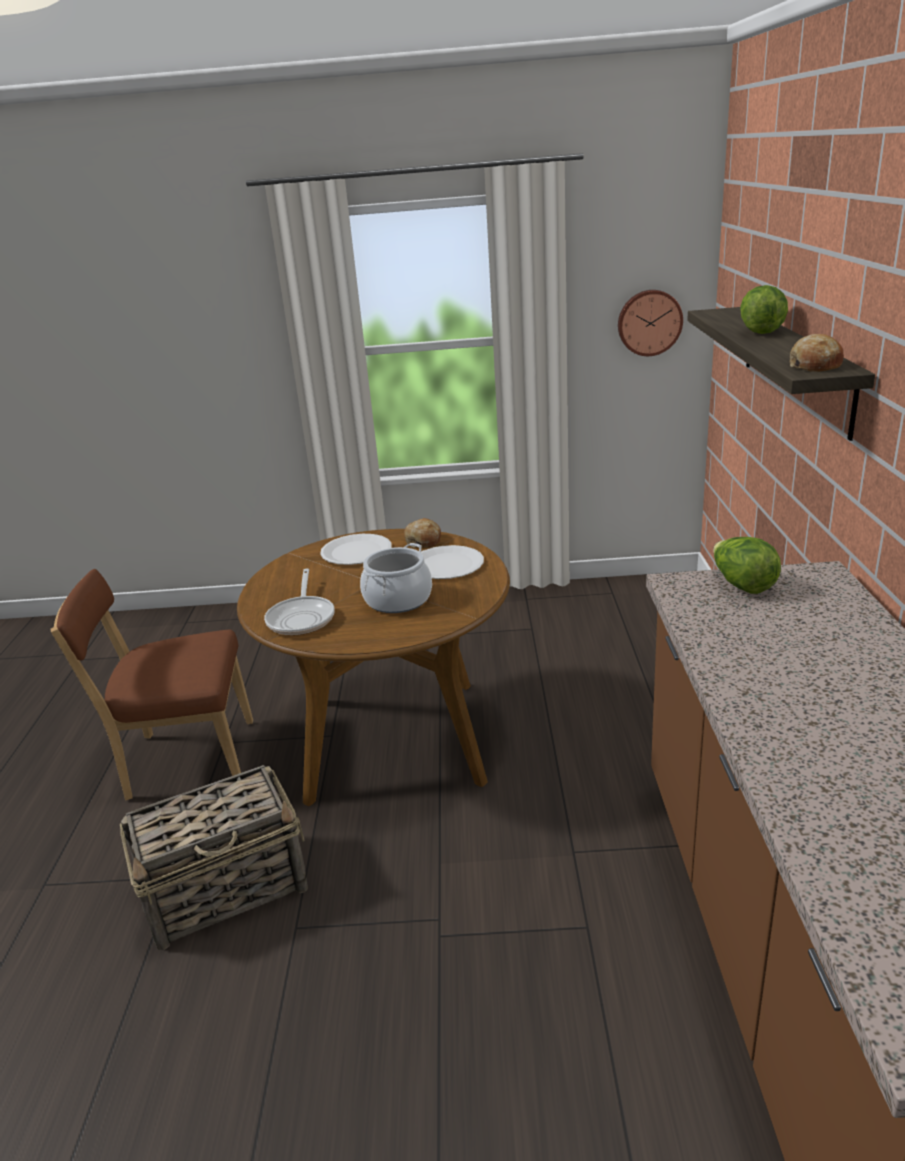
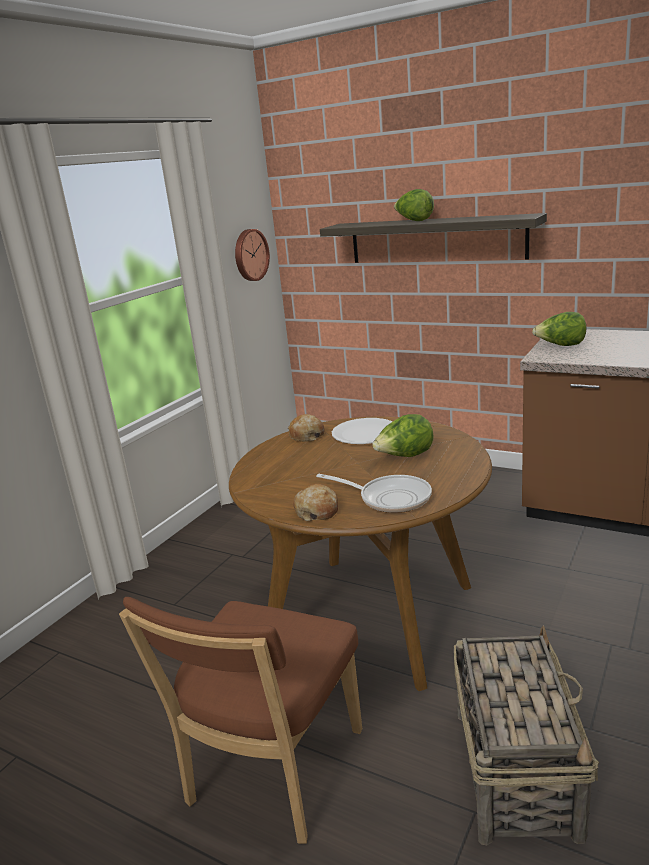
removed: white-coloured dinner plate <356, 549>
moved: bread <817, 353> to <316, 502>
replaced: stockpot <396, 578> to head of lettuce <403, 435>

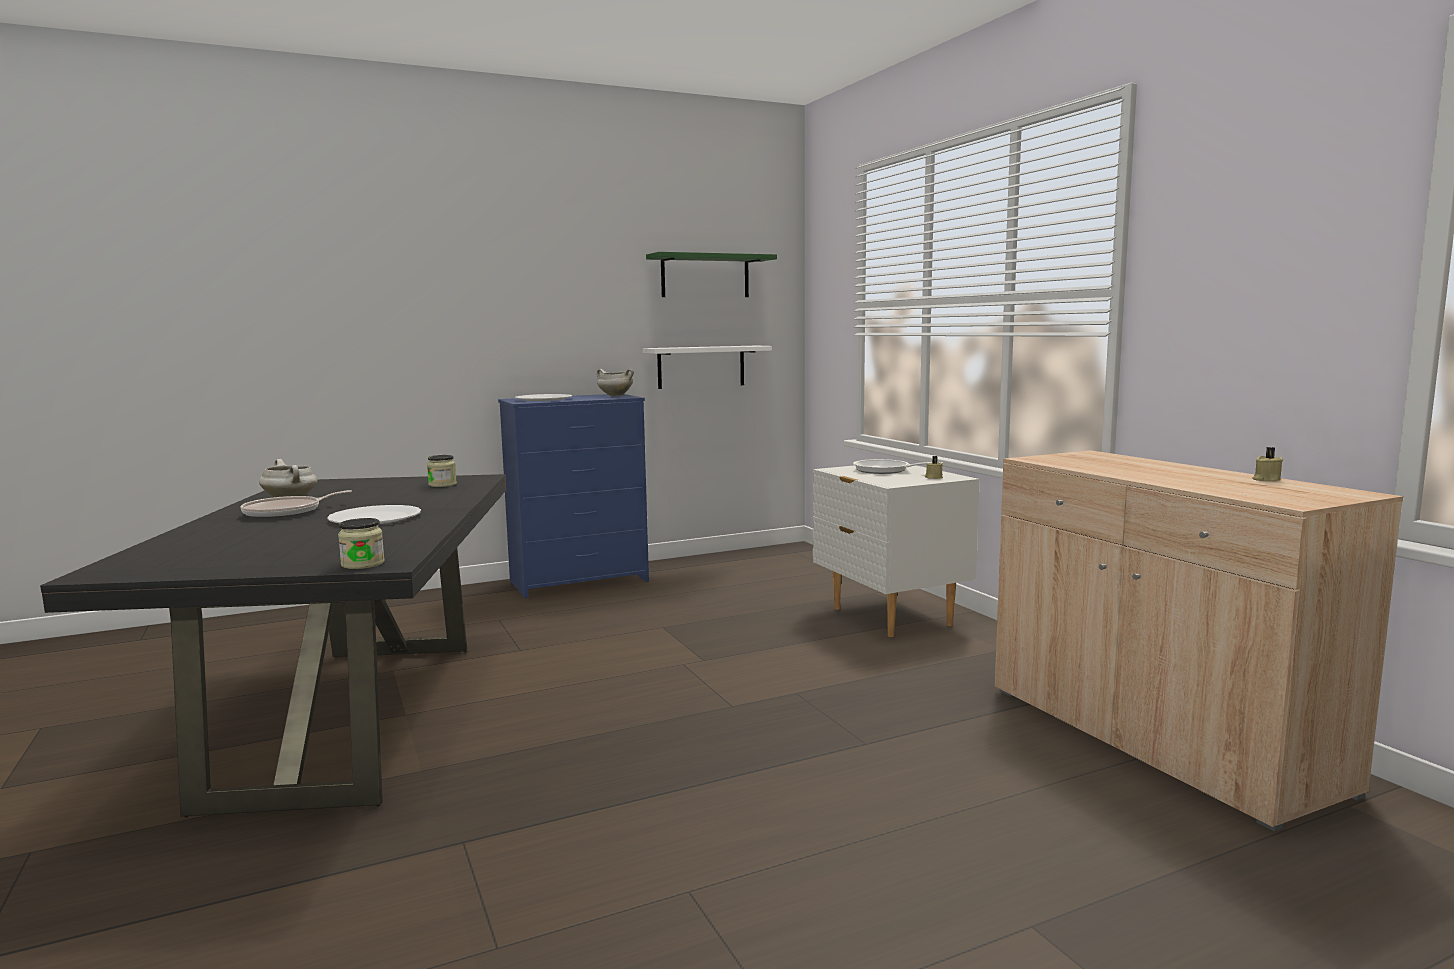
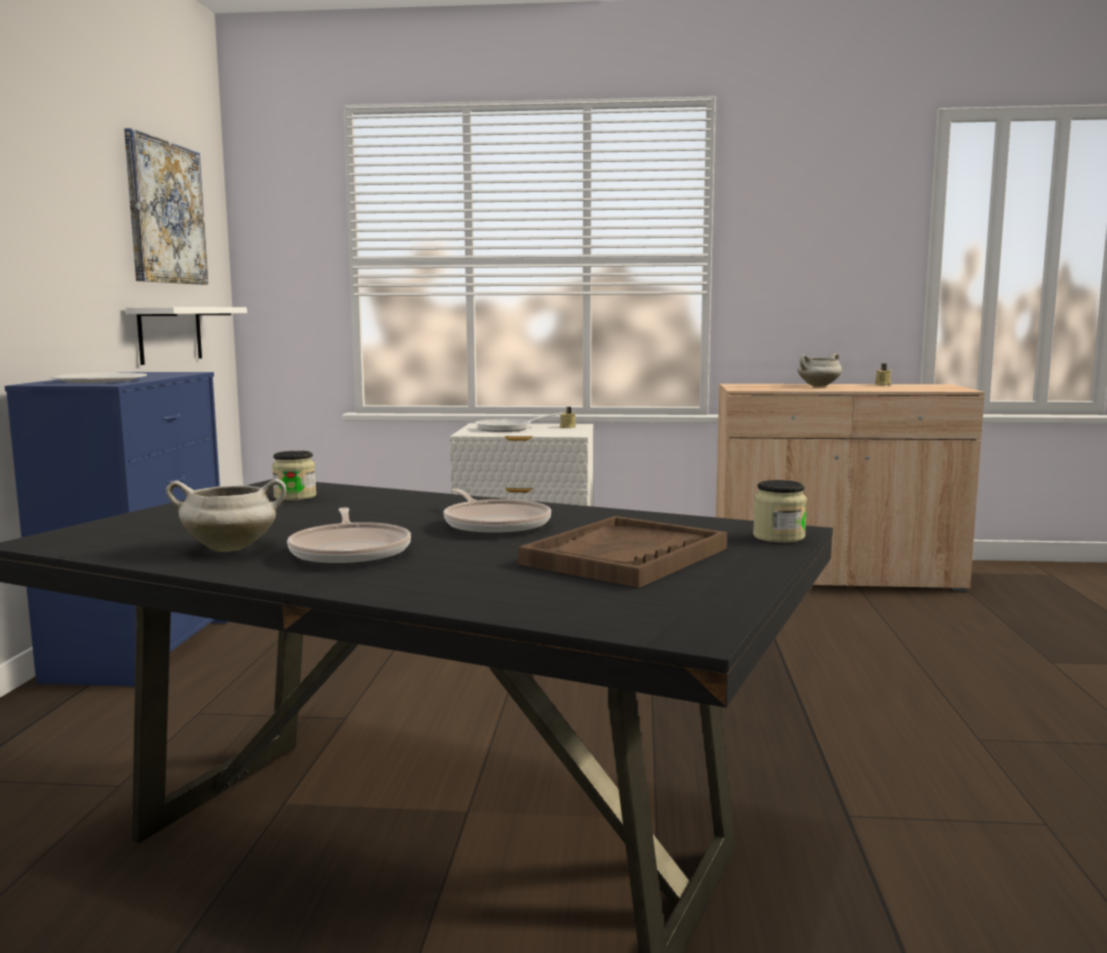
added: brown-coloured tray <622, 552>
moved: white-coloured stockpot <615, 382> to <820, 370>
replaced: white-coloured dinner plate <374, 514> to skillet <497, 512>; greenish bracket shelf <711, 274> to picture <166, 206>

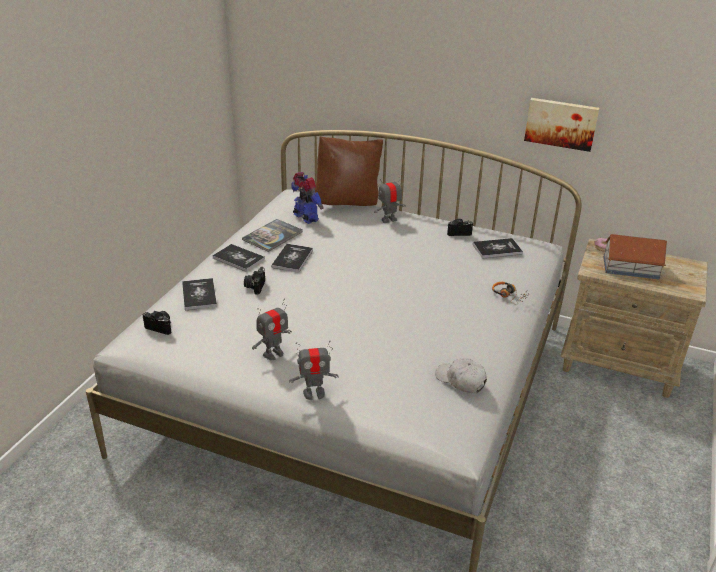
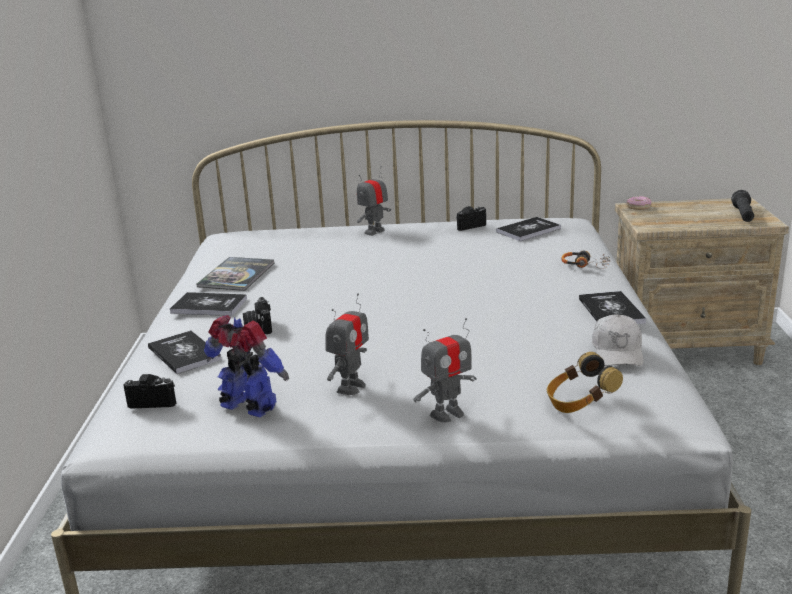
removed: brown-coloured pillow <349, 171>; picture <561, 125>; model house <635, 256>
added: pair of headphones <585, 382>; black torch <742, 206>
moved: volume <292, 258> to <612, 307>; toy robot <307, 198> to <246, 366>
turned: white-coloured baseball cap <461, 376> = <617, 340> 105 degrees counterclockwise

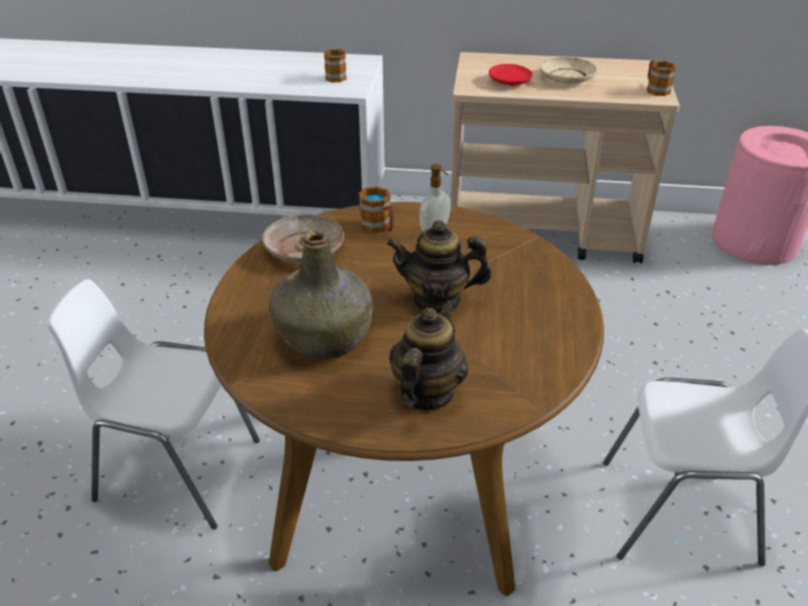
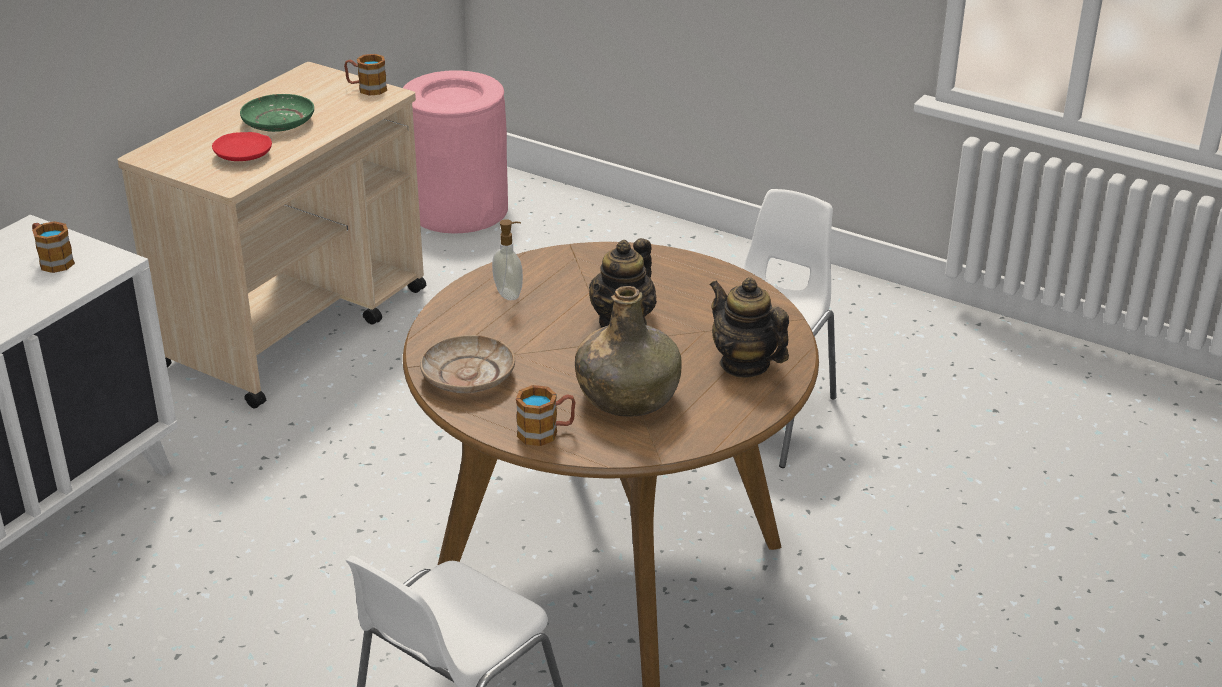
moved: mug <376, 209> to <545, 415>
recoloured: sand-coloured dinner plate <568, 70> to greenish dinner plate <277, 113>

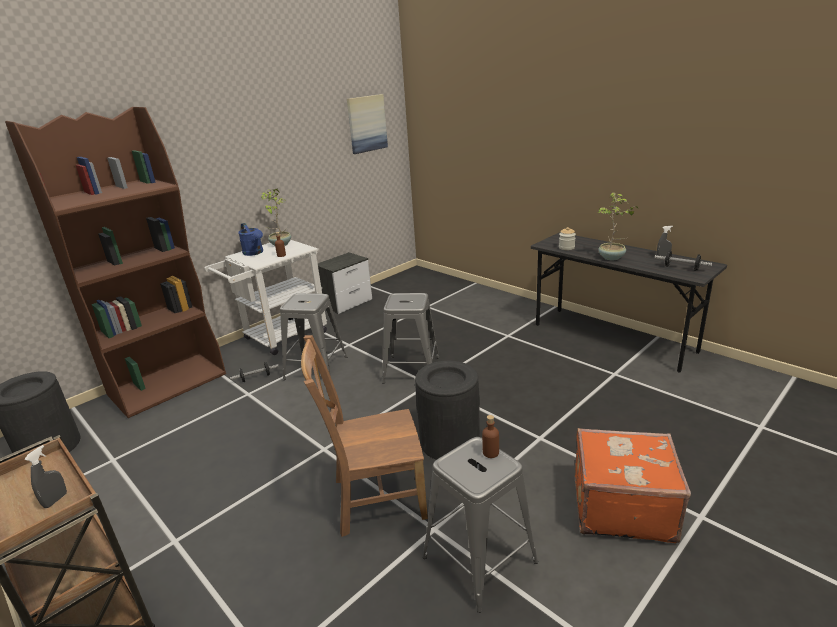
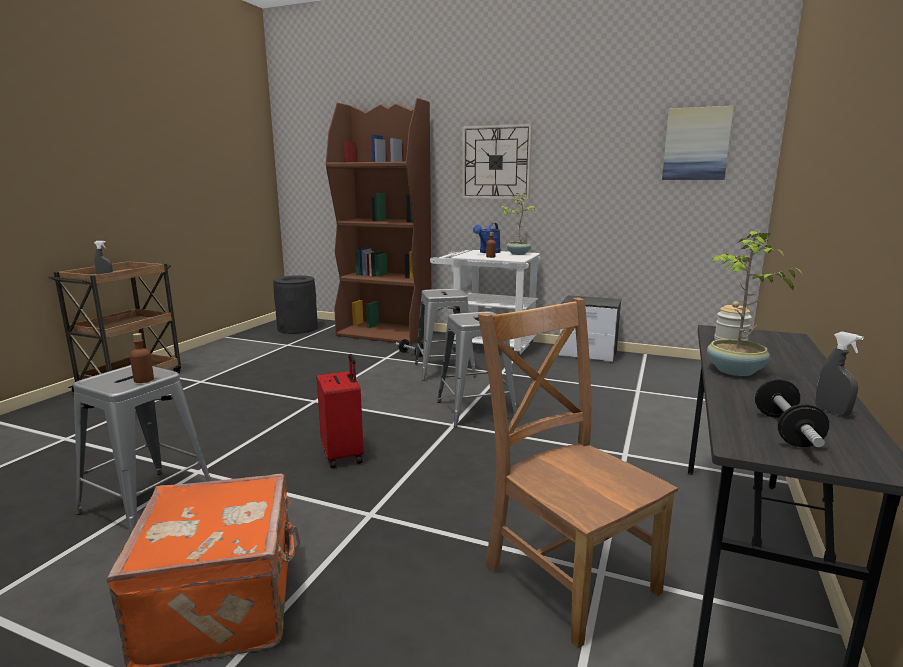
added: clock on the wall <497, 161>
moved: brown-coloured chair <364, 436> to <578, 472>
replaced: black waste bin <447, 410> to red-coloured travel case <340, 411>

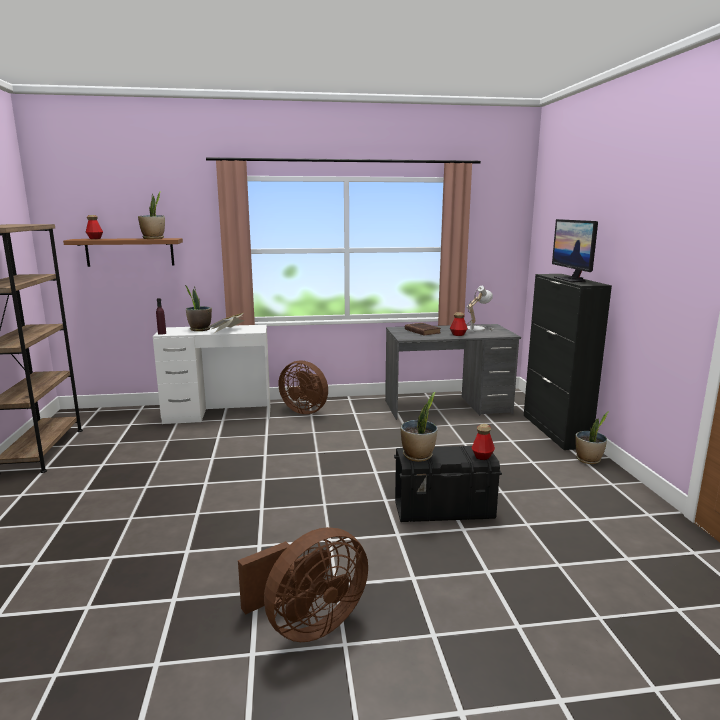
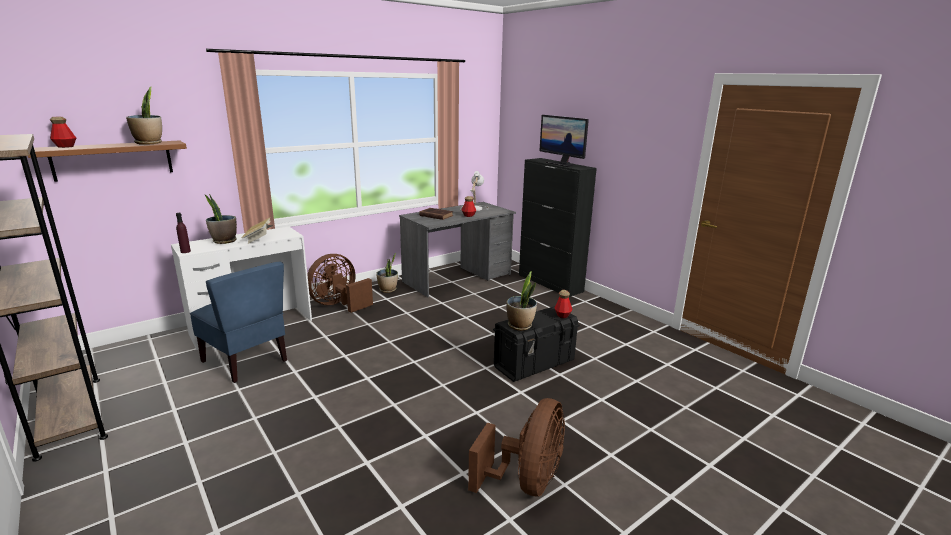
added: blue-coloured chair <238, 322>
moved: plant in a pot <592, 437> to <387, 273>
turned: brown-coloured fan <303, 387> = <340, 283> 135 degrees clockwise

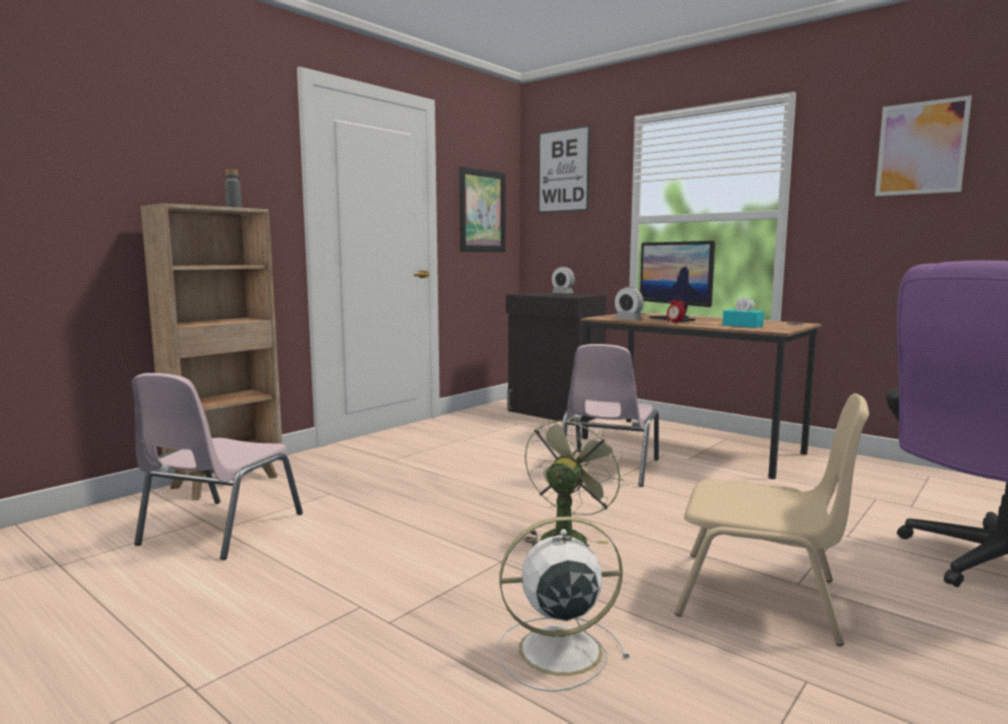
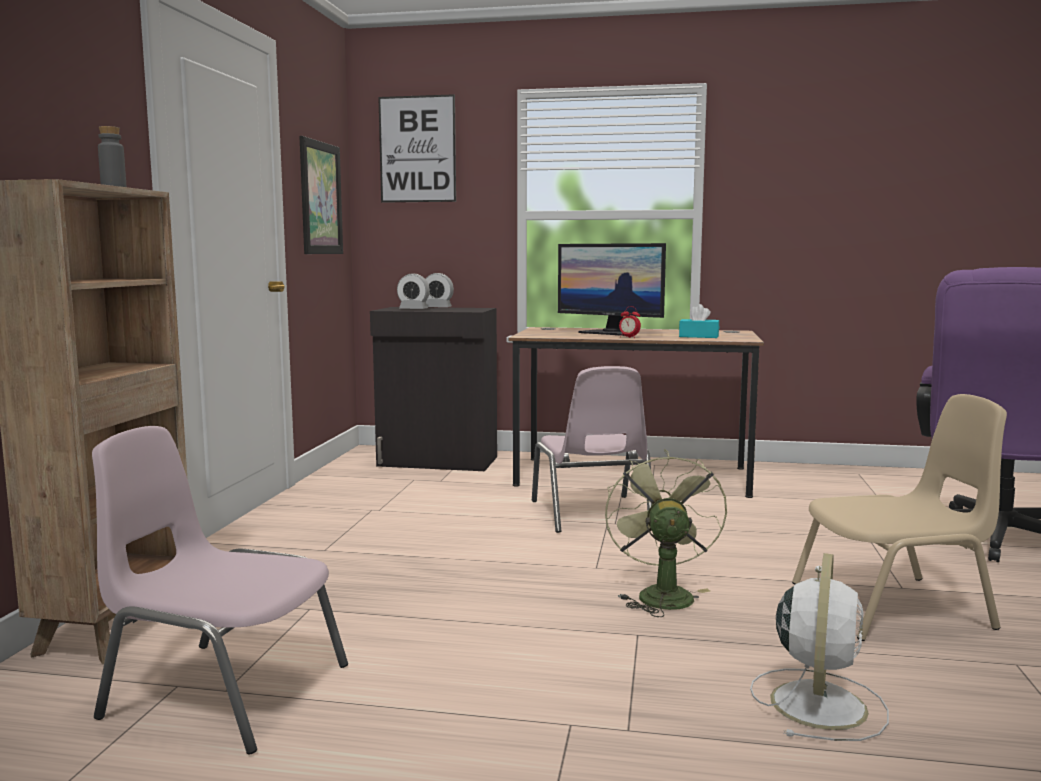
removed: picture <923, 146>
moved: table clock <629, 303> to <413, 291>
turned: pink chair <217, 466> = <220, 590> 120 degrees clockwise; white-coloured fan <564, 604> = <819, 647> 150 degrees clockwise

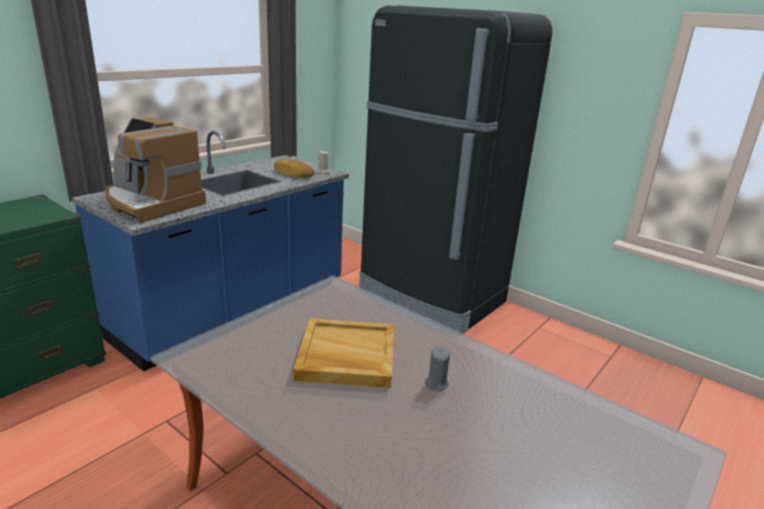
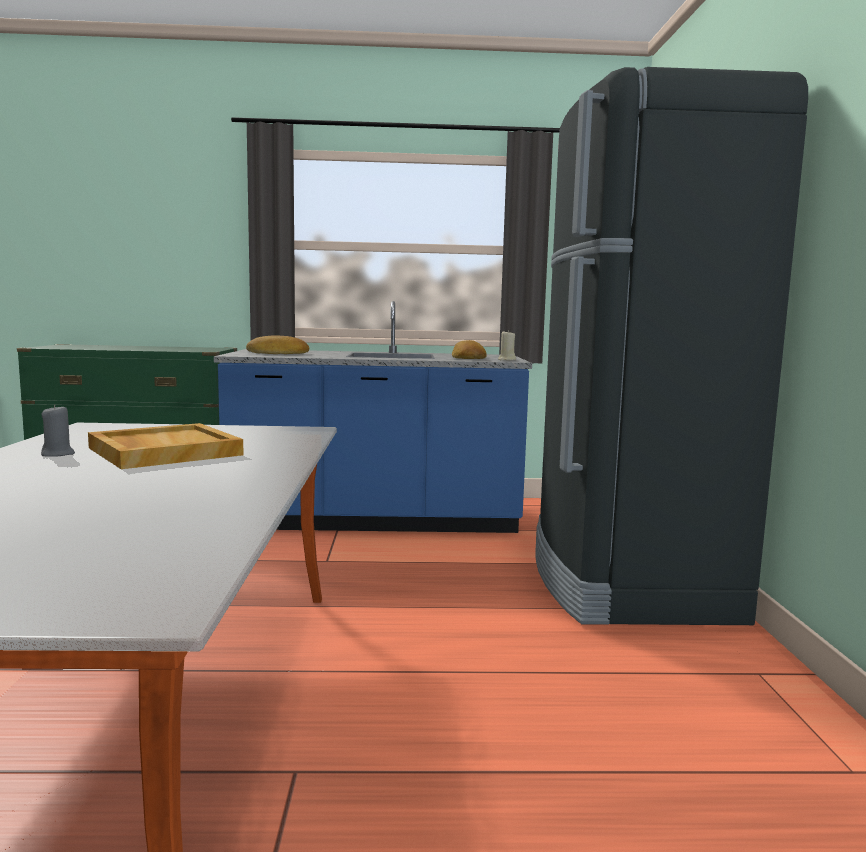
moved: gray wax light <437, 369> to <58, 430>
replaced: coffee brewer <155, 170> to bread <277, 345>

